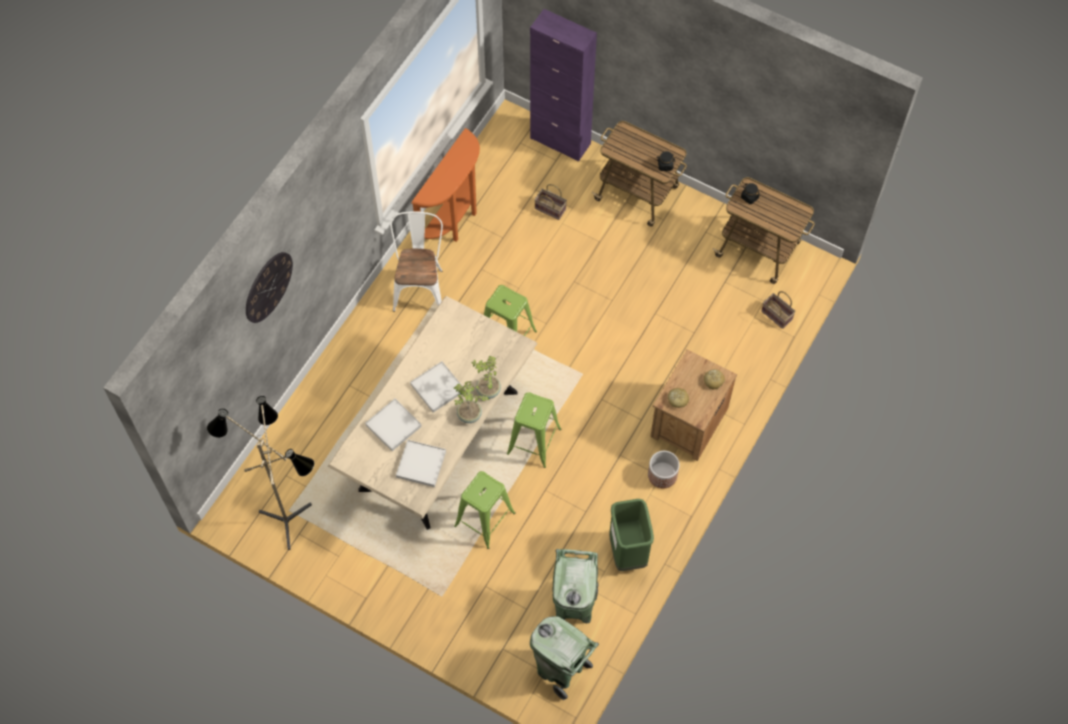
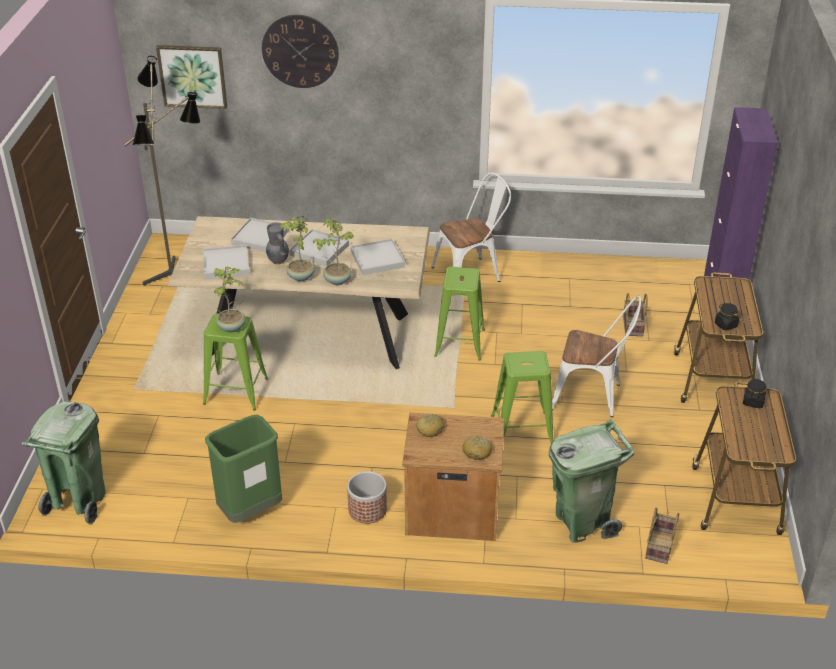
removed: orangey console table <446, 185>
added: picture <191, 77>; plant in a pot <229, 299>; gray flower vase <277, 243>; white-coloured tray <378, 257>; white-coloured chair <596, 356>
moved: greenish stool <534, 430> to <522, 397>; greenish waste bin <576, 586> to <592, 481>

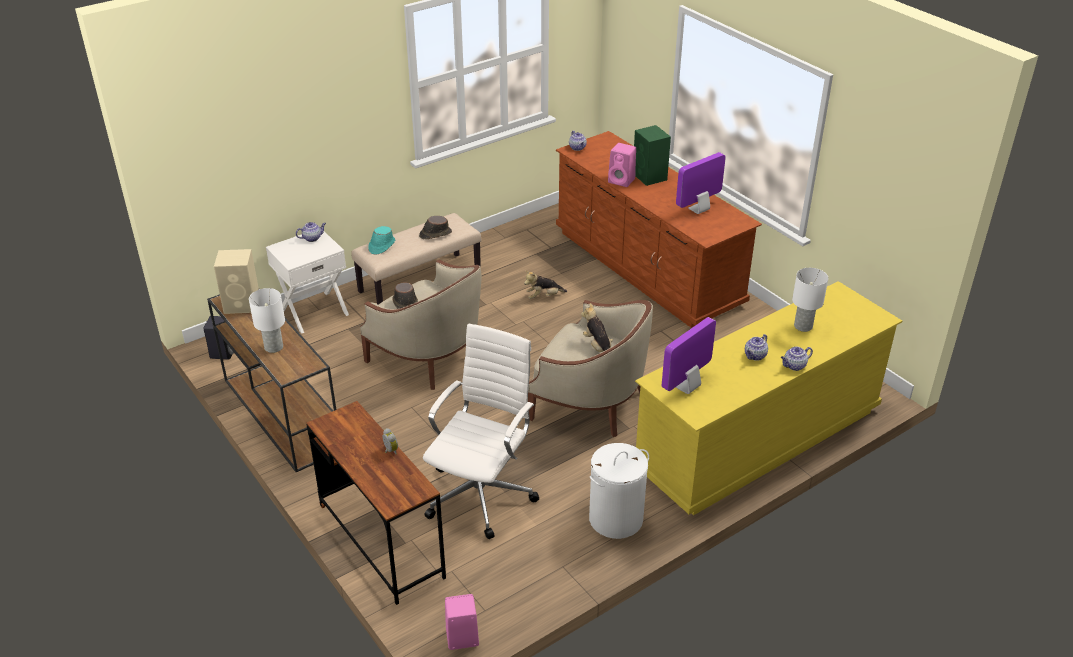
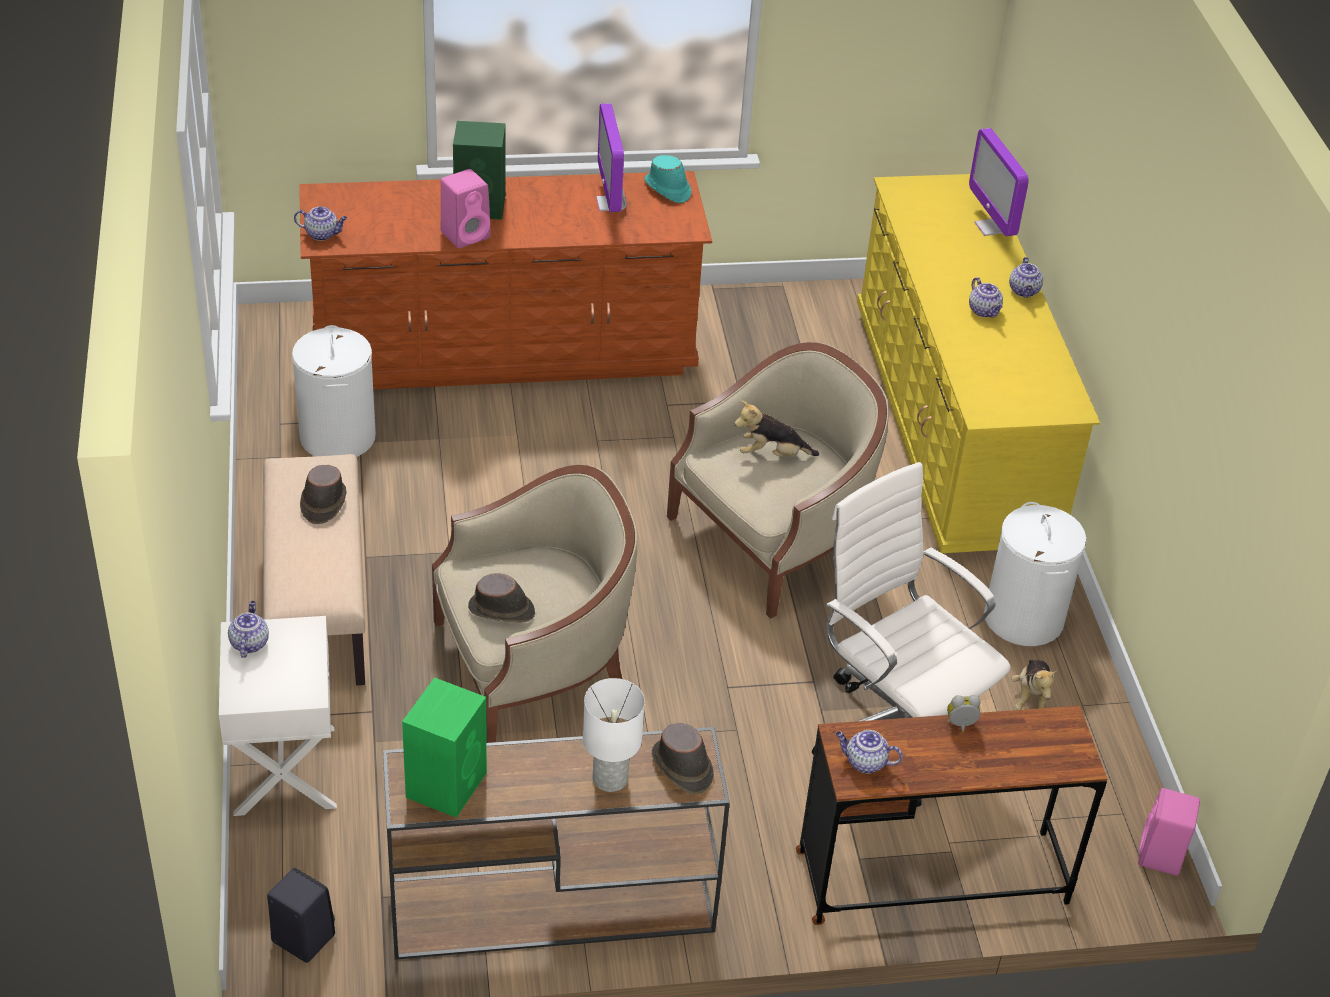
removed: white-coloured table lamp <810, 300>
added: white-coloured laundry basket <334, 391>; brown-coloured clothing hat <683, 758>; tea pot <869, 751>
moved: turquoise clothing hat <381, 240> to <667, 179>; soft toy <545, 285> to <1034, 685>; computer screen <689, 355> to <999, 182>
recoloured: sand-coloured speaker <236, 281> to greenish speaker <444, 747>

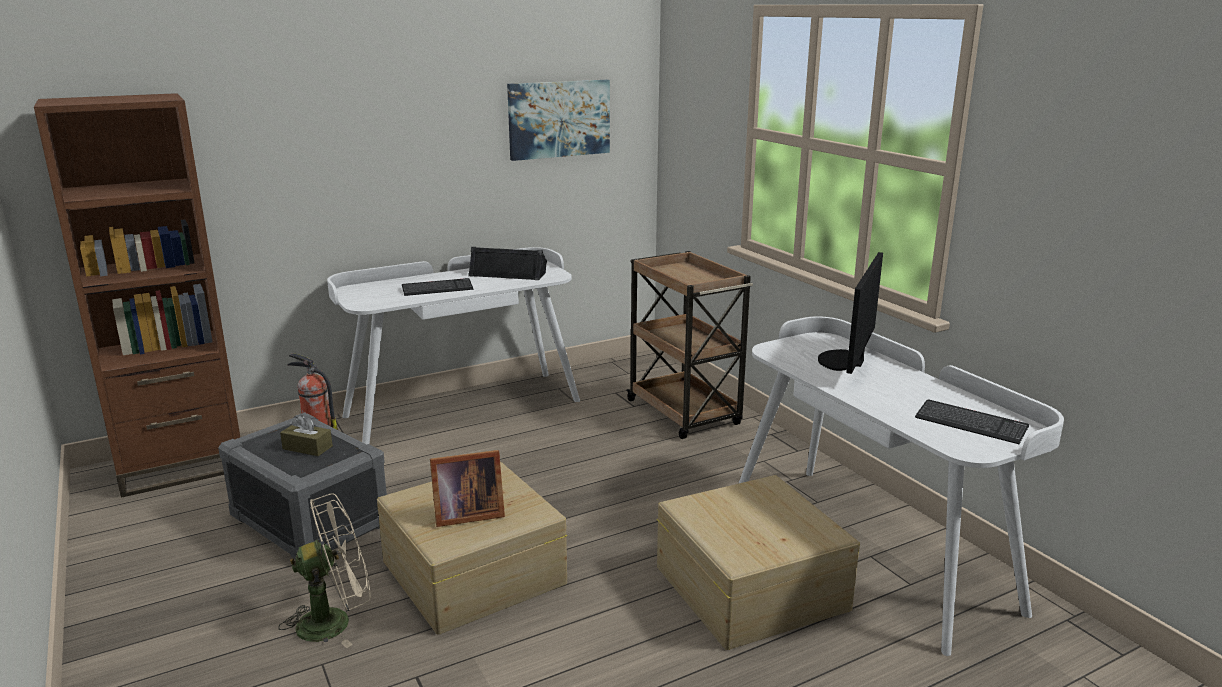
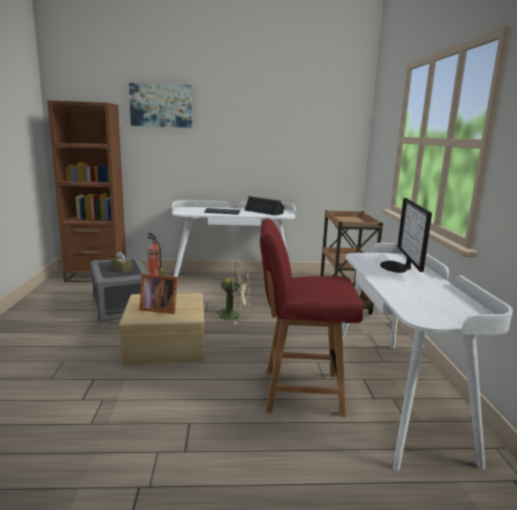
removed: computer keyboard <972, 422>
moved: sand-coloured fan <324, 570> to <231, 292>; picture <558, 120> to <160, 105>
replaced: sand-coloured storage bin <758, 562> to red-coloured chair <311, 317>
turned: computer screen <850, 313> = <406, 235> 45 degrees counterclockwise

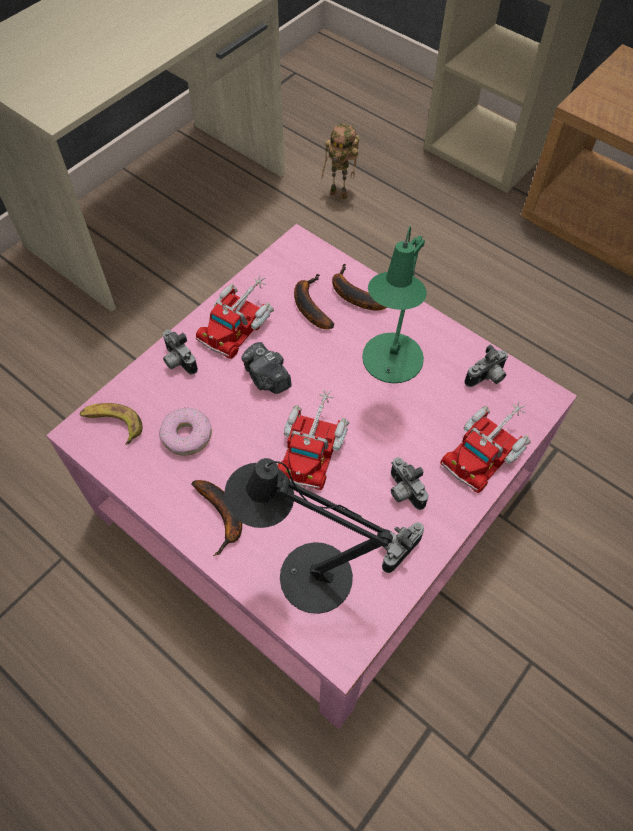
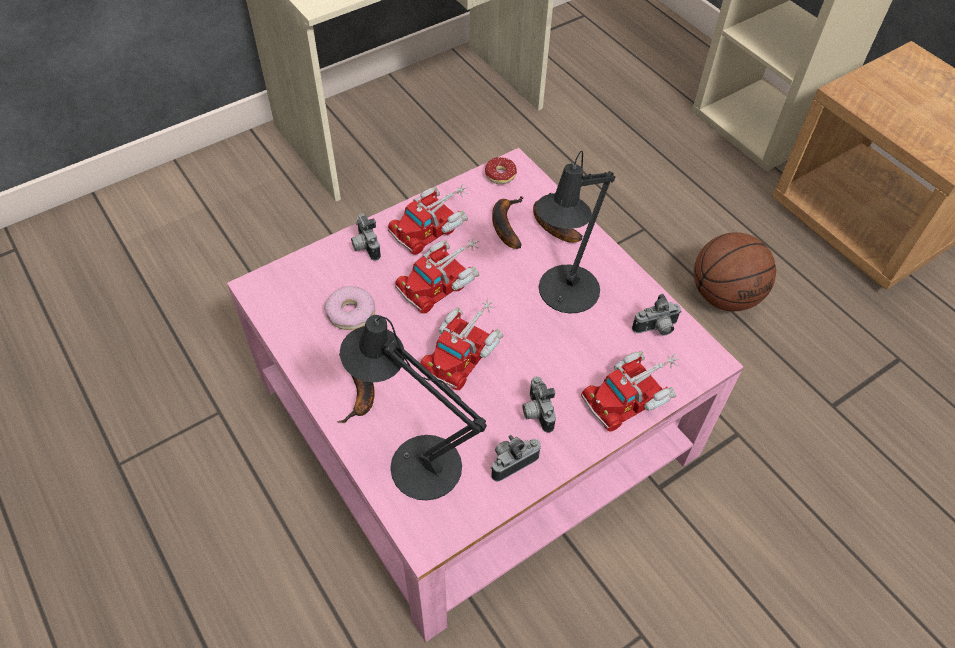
removed: banana fruit <111, 424>; toy robot <340, 161>
added: donut <501, 170>; basketball <735, 271>
replaced: still camera <267, 368> to model truck <437, 275>
recoloured: greenish table lamp <394, 304> to black table lamp <576, 232>

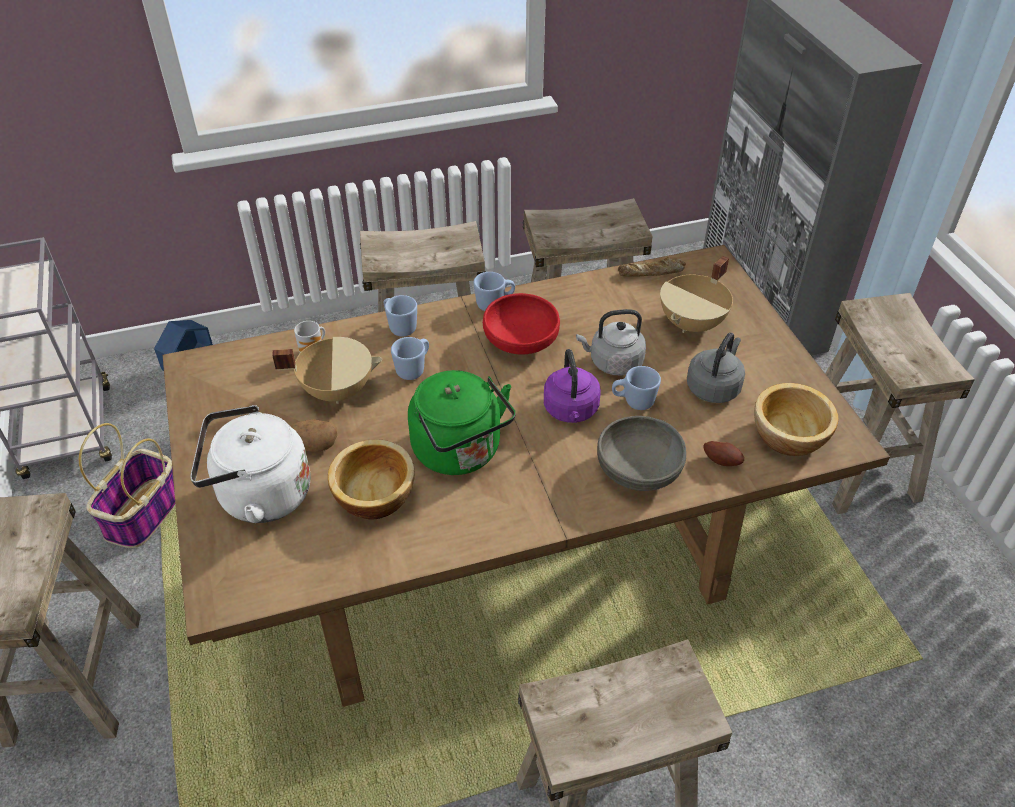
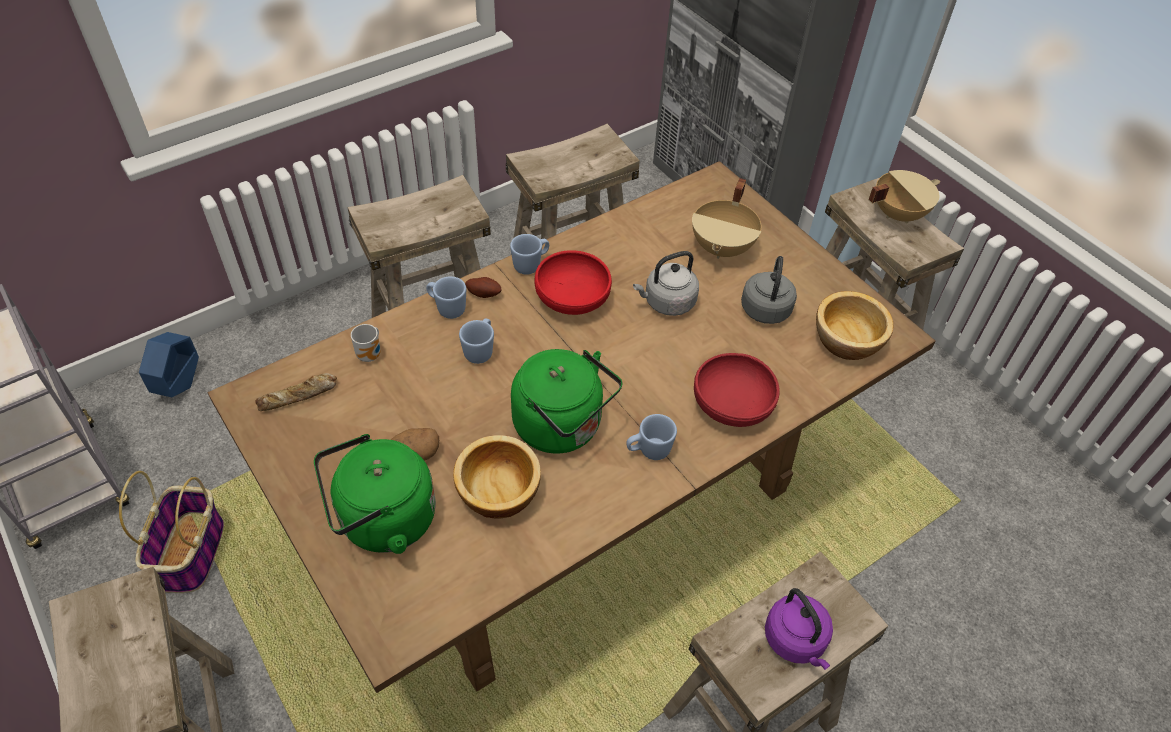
moved: sand-coloured stockpot <327, 370> to <904, 197>; purple tea kettle <572, 386> to <799, 629>; blue-coloured mug <636, 388> to <651, 437>; bread <652, 267> to <296, 392>; whole potato <723, 453> to <483, 287>
recoloured: white-coloured tea kettle <250, 464> to greenish tea kettle <375, 494>; gray serving bowl <641, 453> to red-coloured serving bowl <737, 390>

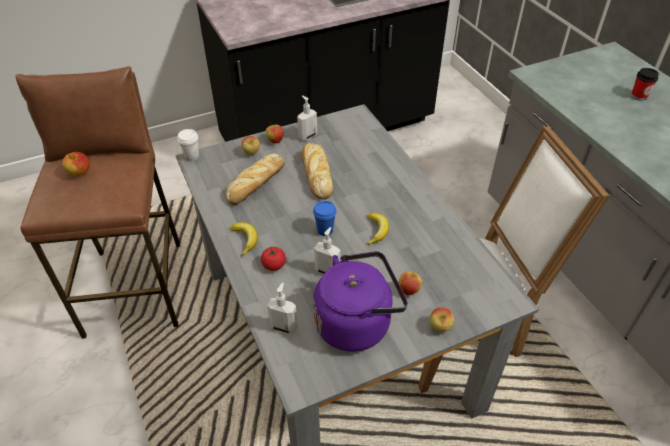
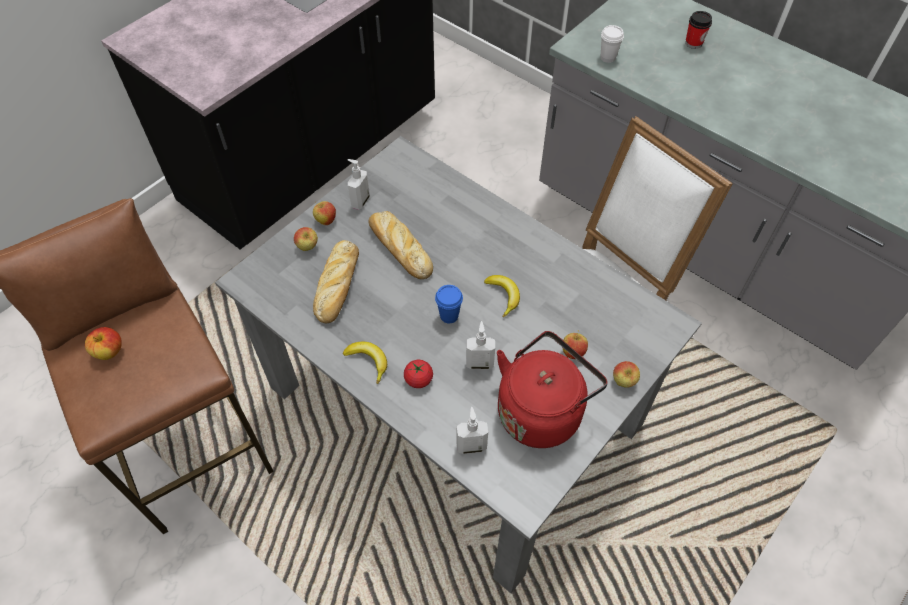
moved: white-coloured small cup <188, 145> to <612, 44>
recoloured: purple tea kettle <360, 301> to red-coloured tea kettle <552, 389>

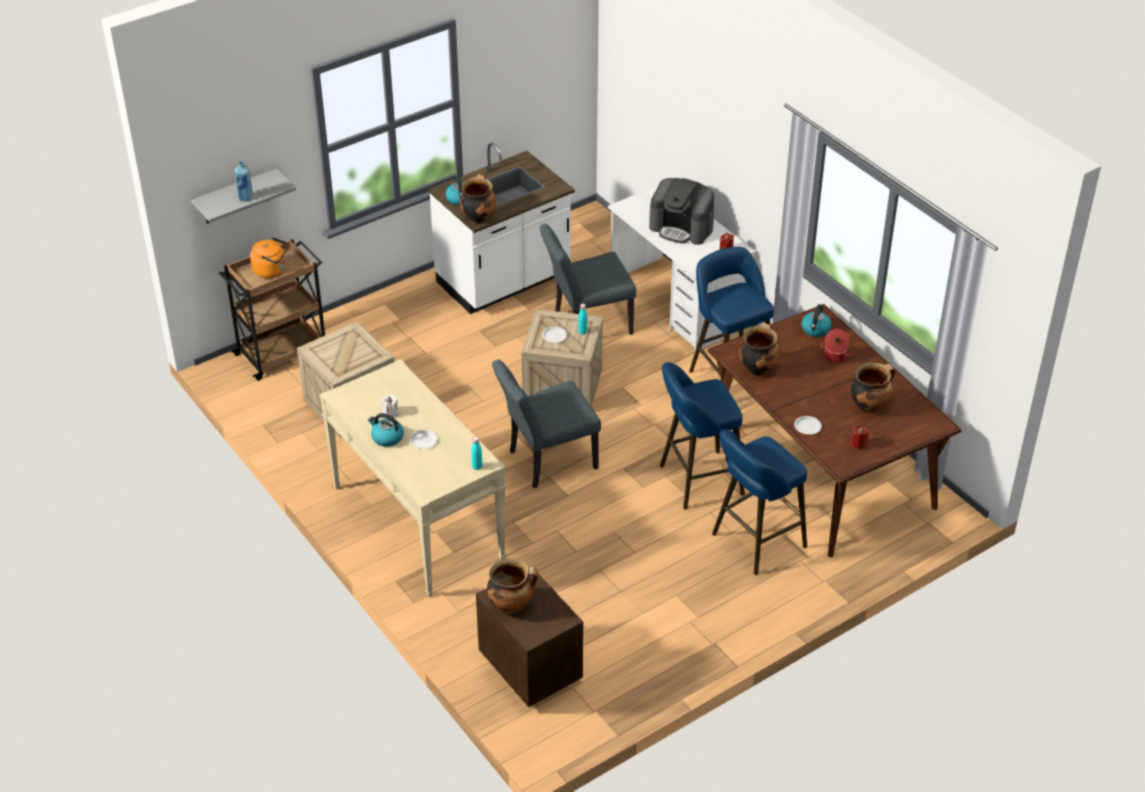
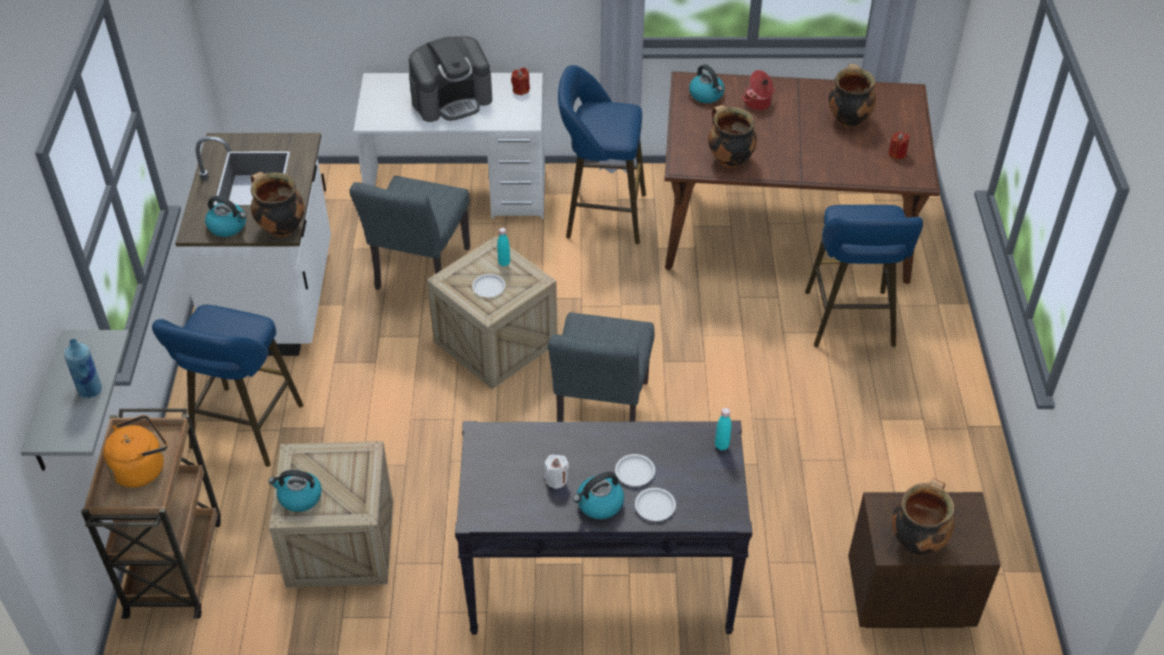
added: tea kettle <295, 491>
moved: blue-coloured stool <702, 435> to <227, 386>; white-coloured dinner plate <808, 425> to <655, 504>
recoloured: sand-coloured console table <412, 478> to black console table <603, 528>

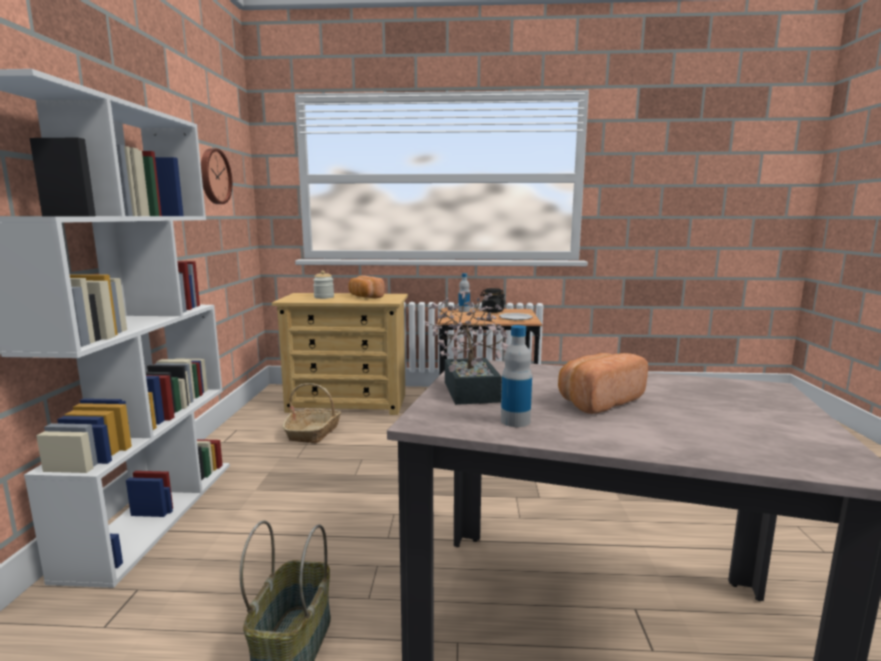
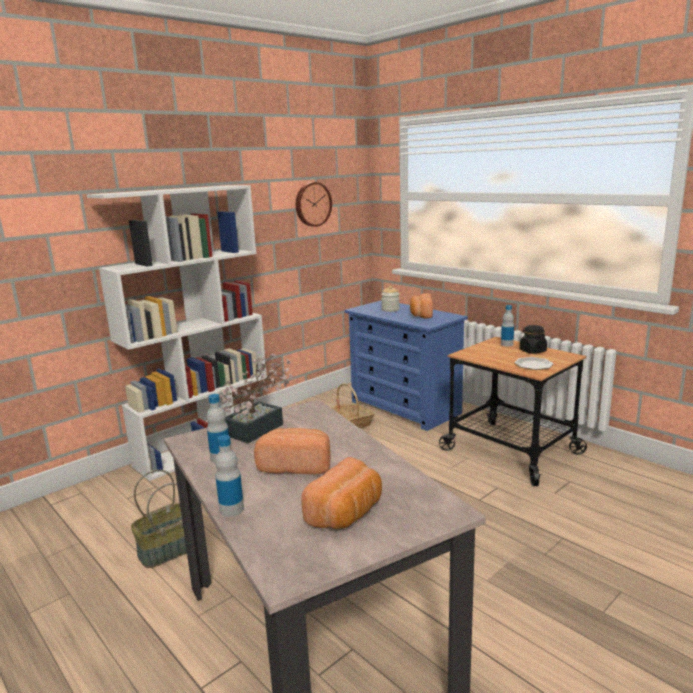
added: drink bottle <229, 476>; bread <341, 493>
recoloured: sand-coloured dresser <340, 354> to blue-coloured dresser <406, 365>

